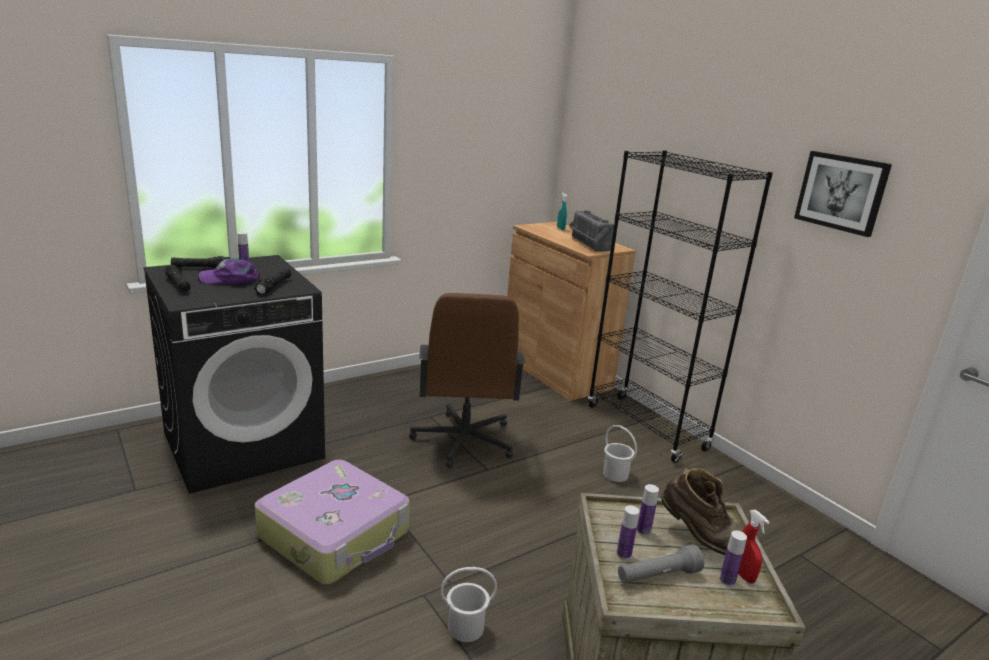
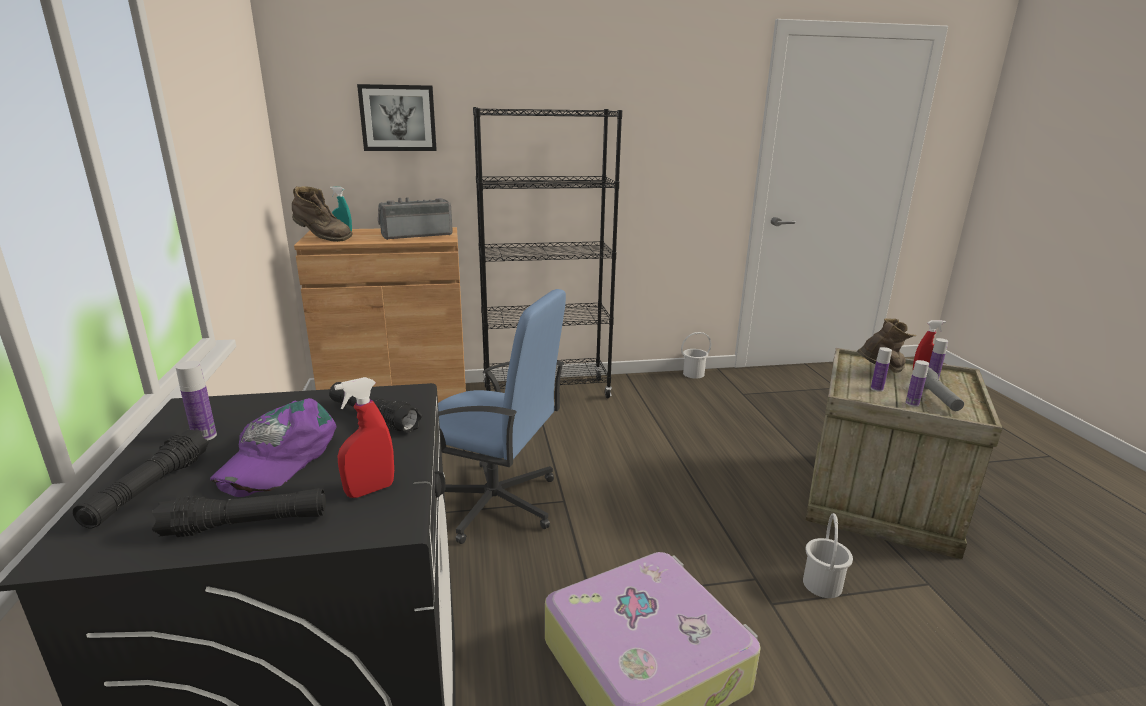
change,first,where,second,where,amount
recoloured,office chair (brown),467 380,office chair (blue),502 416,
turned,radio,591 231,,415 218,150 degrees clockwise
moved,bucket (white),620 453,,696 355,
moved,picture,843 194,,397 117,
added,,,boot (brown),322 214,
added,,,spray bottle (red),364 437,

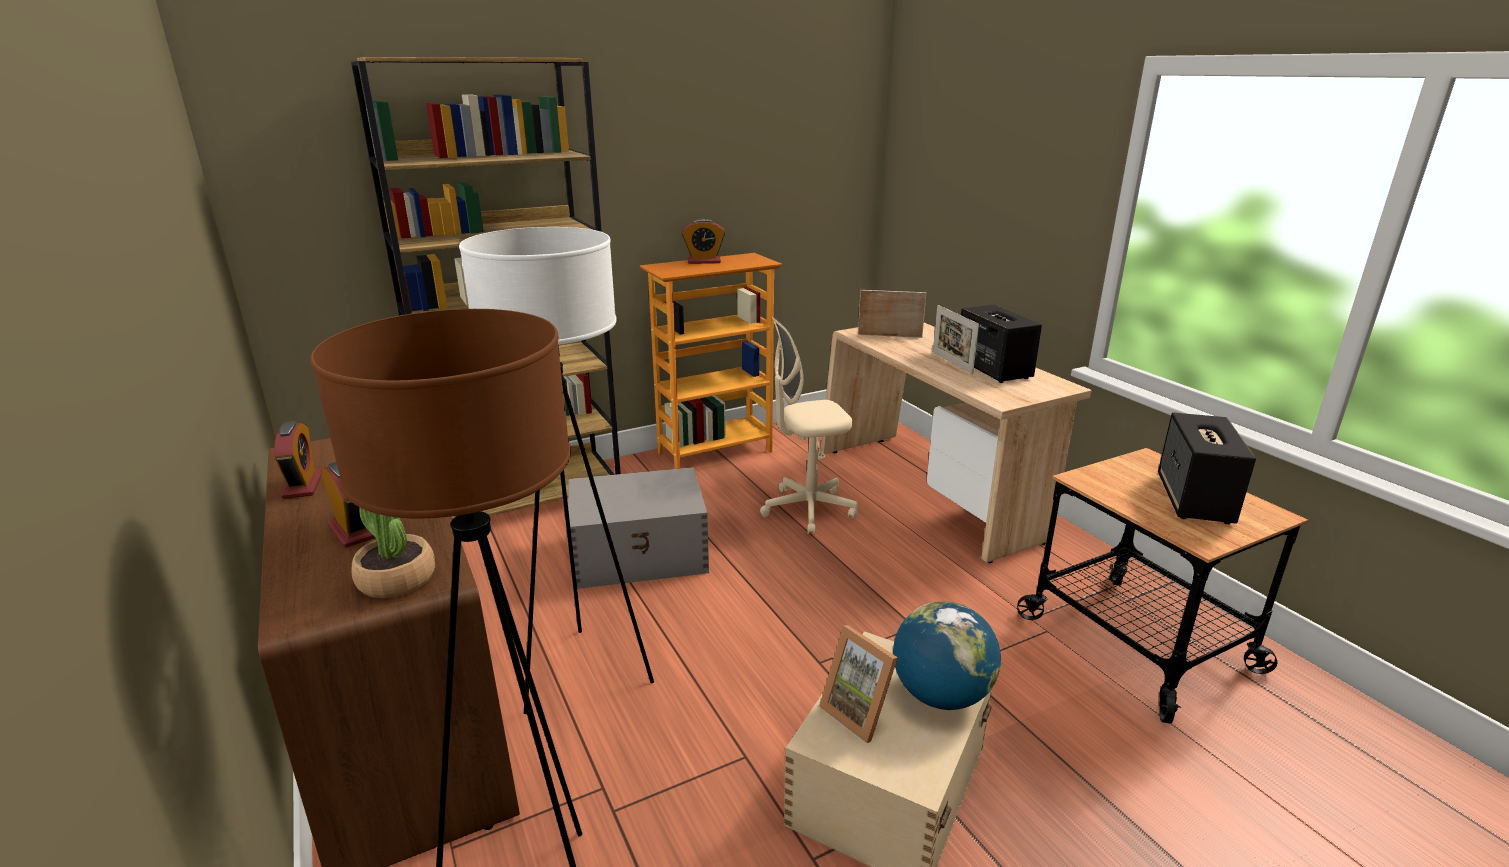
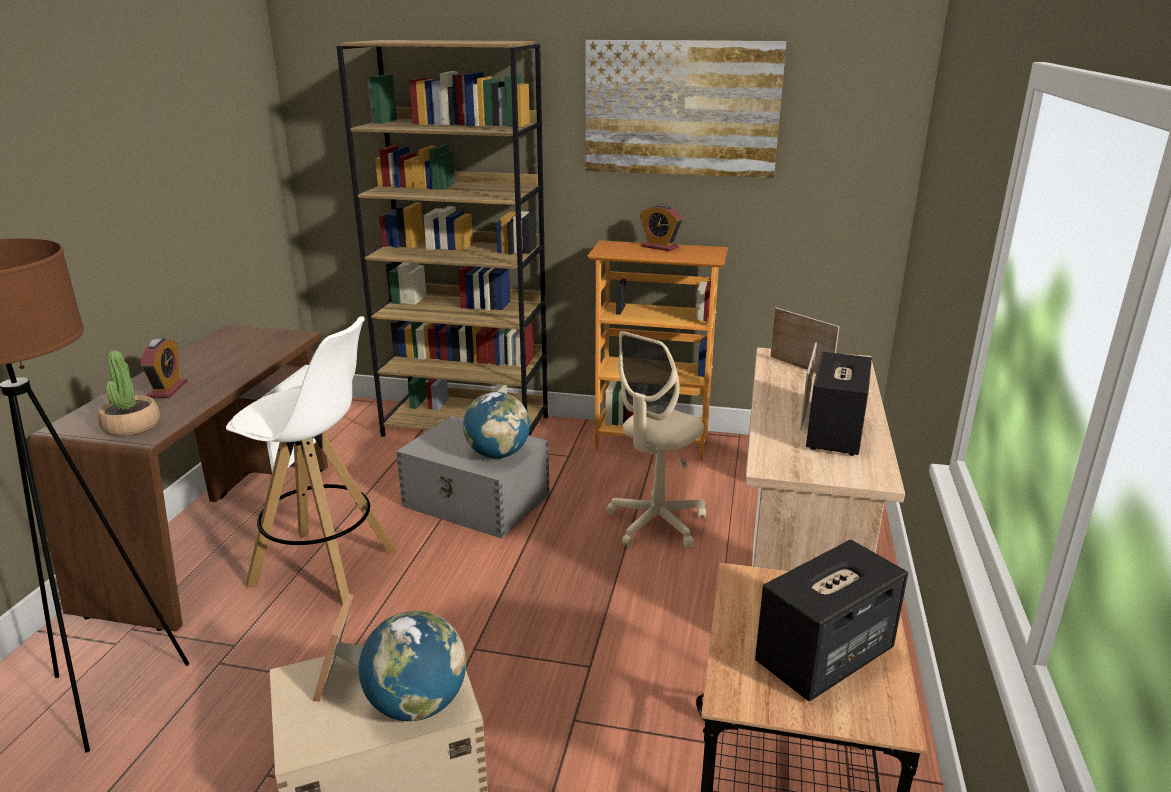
change,first,where,second,where,amount
removed,alarm clock,298 460,,,
replaced,floor lamp (white),556 470,stool (white),311 461,
turned,office chair (beige),809 425,,656 439,75 degrees counterclockwise
added,,,globe,496 425,
added,,,picture,686 109,

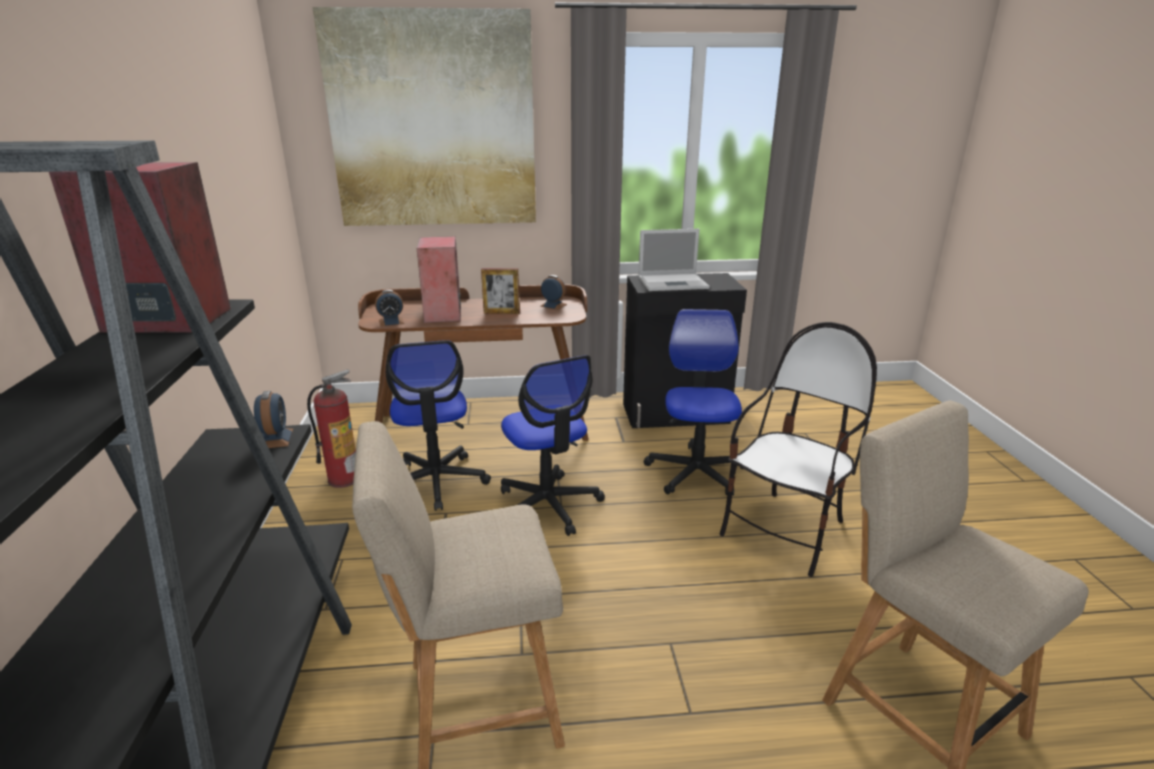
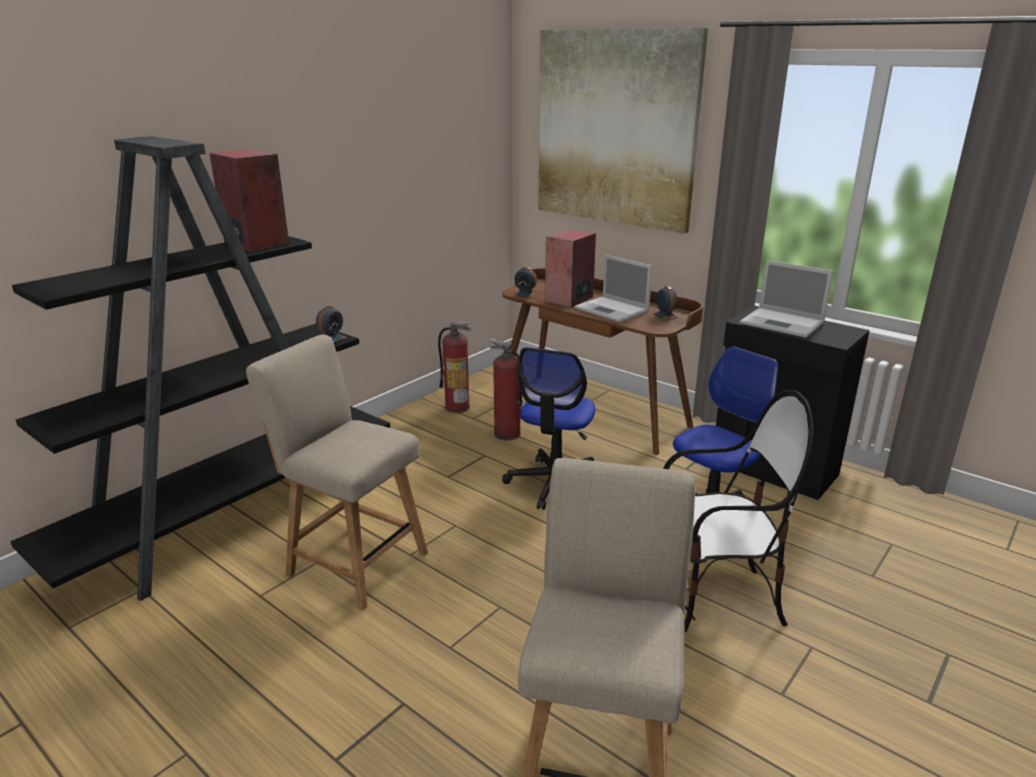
change,first,where,second,where,amount
replaced,office chair,438 425,fire extinguisher,506 389,
replaced,picture frame,500 291,laptop,613 288,

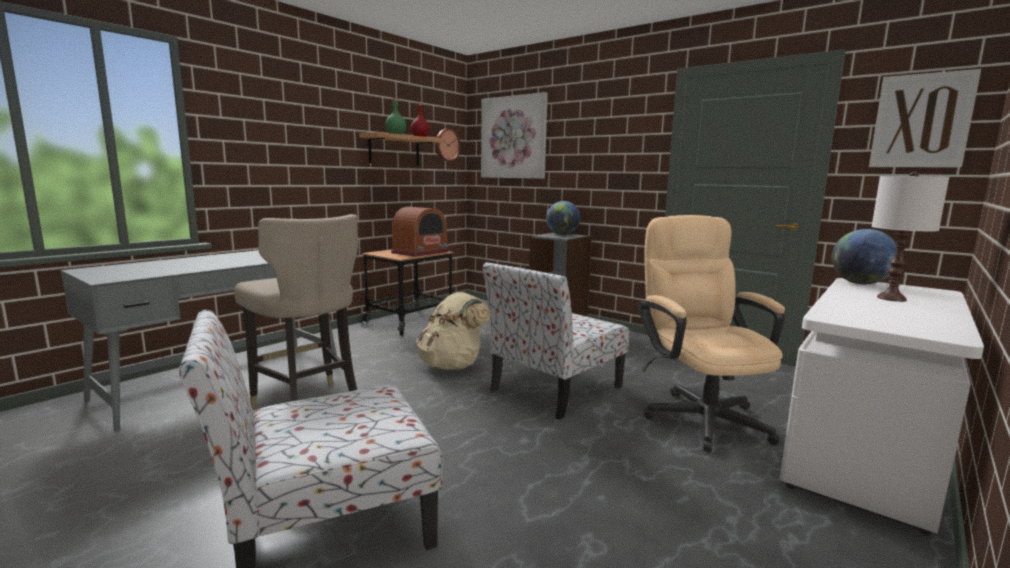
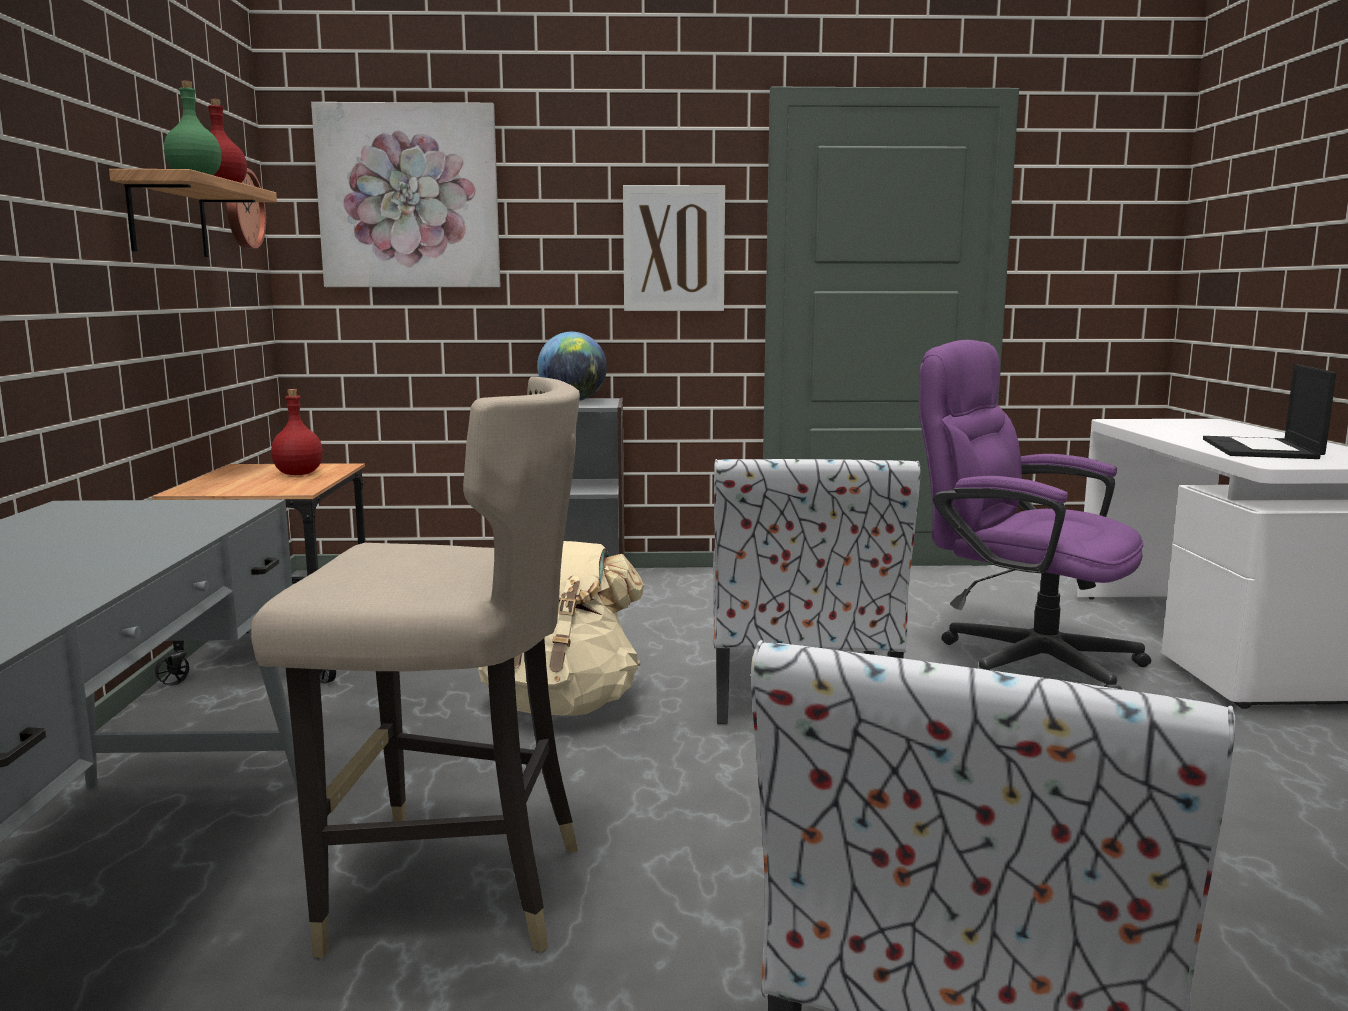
change,first,where,second,where,amount
replaced,radio,419 232,bottle (red),297 432,
recoloured,office chair (beige),711 333,office chair (purple),1035 514,
removed,globe,864 256,,,
moved,picture,925 118,,674 248,
removed,table lamp (white),910 236,,,
added,,,laptop,1269 411,

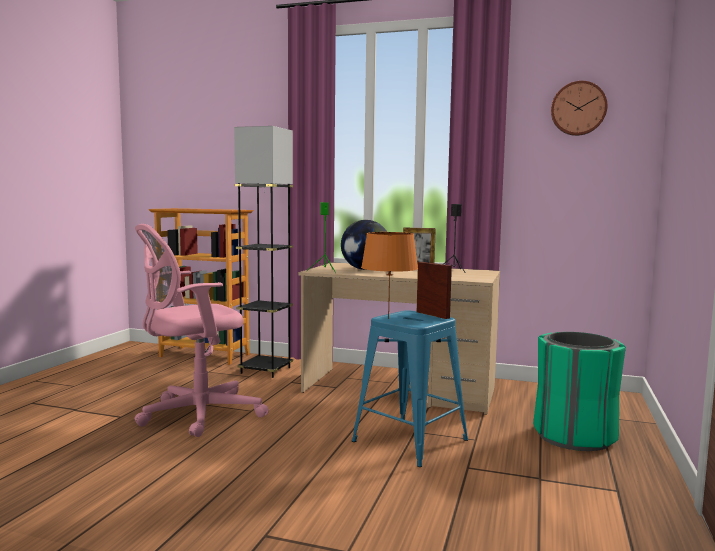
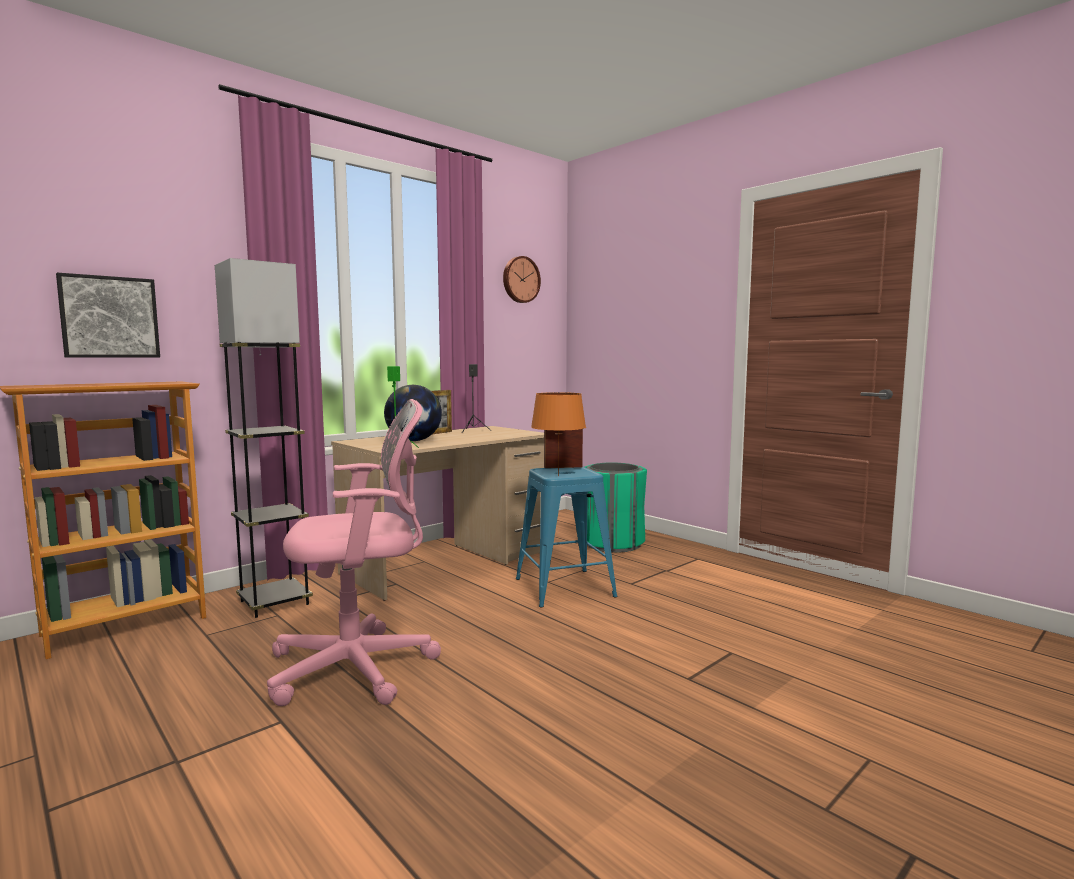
change,first,where,second,where,amount
turned,office chair (pink),201 330,,354 552,105 degrees counterclockwise
added,,,picture,108 315,

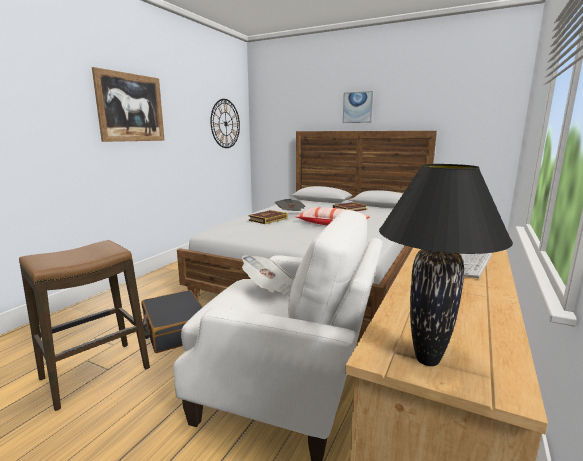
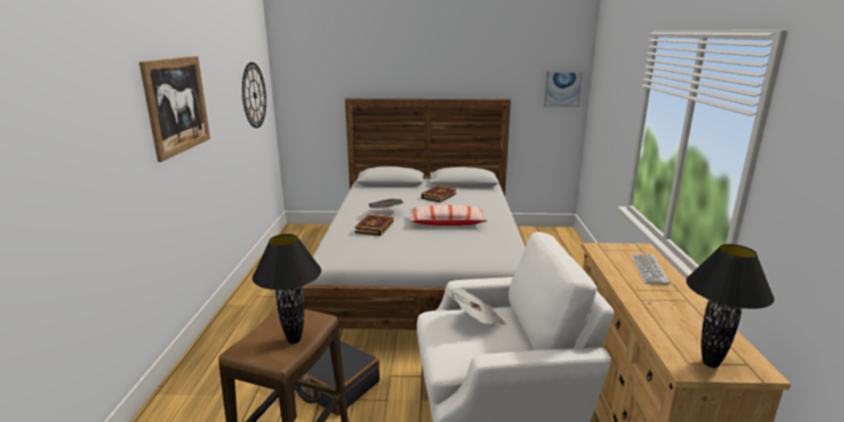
change,first,where,second,where,amount
moved,picture,358 107,,563 89,
added,,,table lamp (black),286 289,

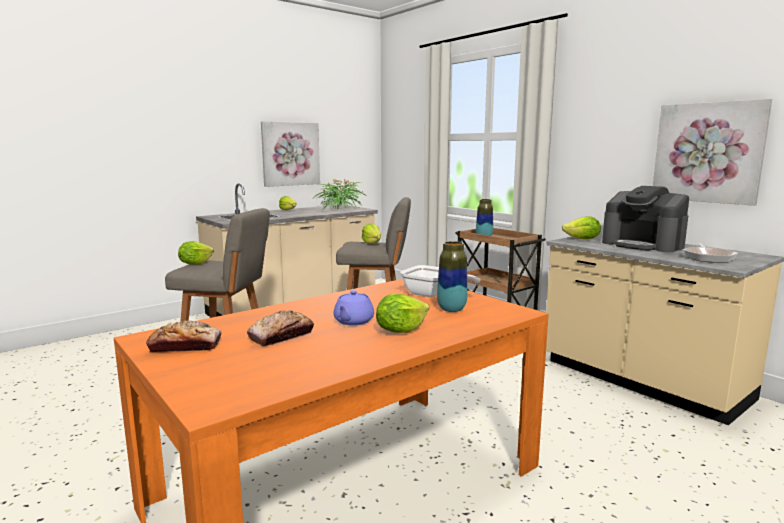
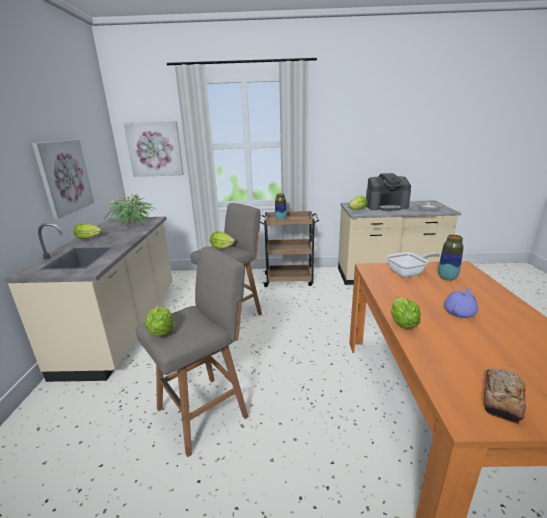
change,first,where,second,where,amount
removed,bread,280 328,,,
turned,teapot (purple),354 308,,461 302,105 degrees counterclockwise
moved,lettuce,402 313,,406 313,
moved,picture,712 152,,154 149,

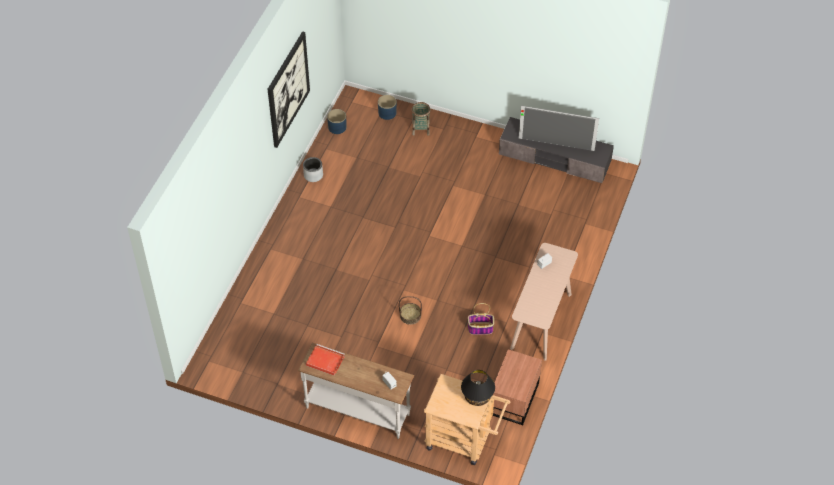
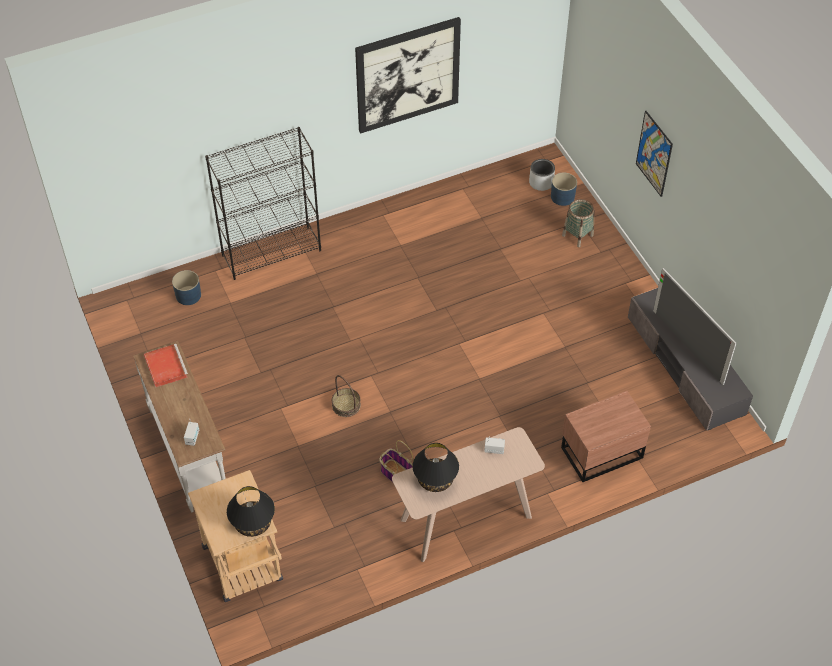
change,first,where,second,where,amount
moved,planter (grey),313 169,,542 175,
moved,planter (blue),336 121,,186 287,
moved,nightstand (brown),517 387,,606 436,
added,,,bookcase (black),263 203,
added,,,table lamp (black),436 467,
added,,,picture,654 154,

